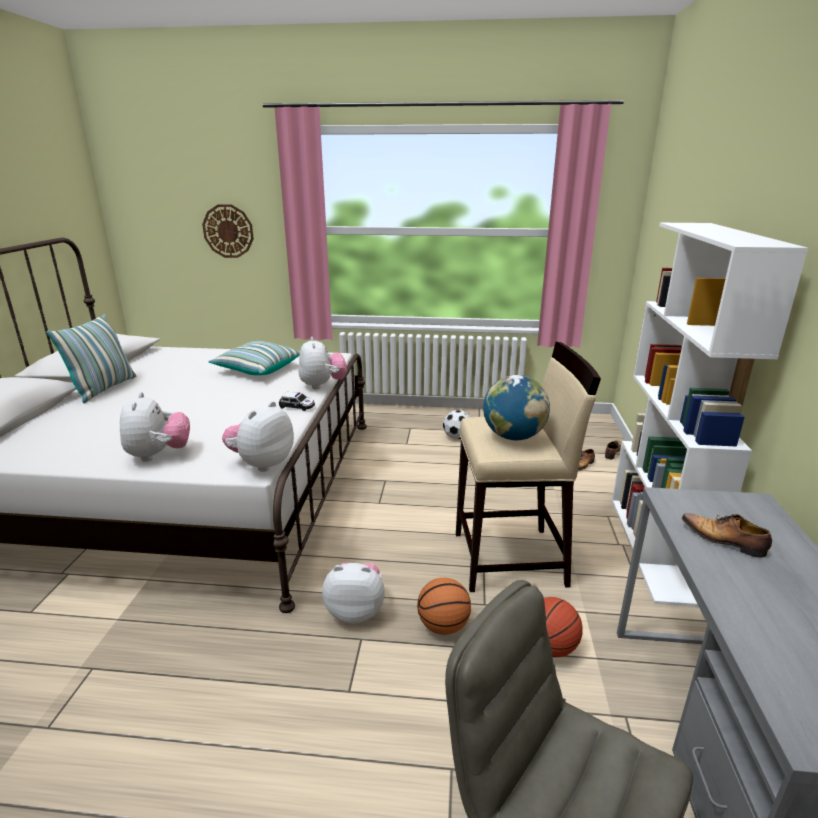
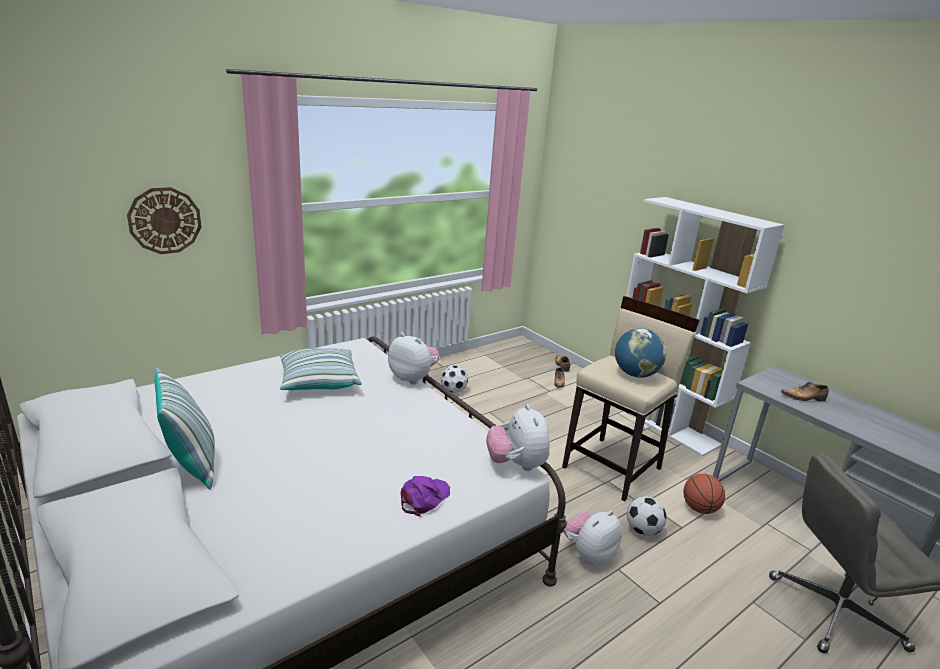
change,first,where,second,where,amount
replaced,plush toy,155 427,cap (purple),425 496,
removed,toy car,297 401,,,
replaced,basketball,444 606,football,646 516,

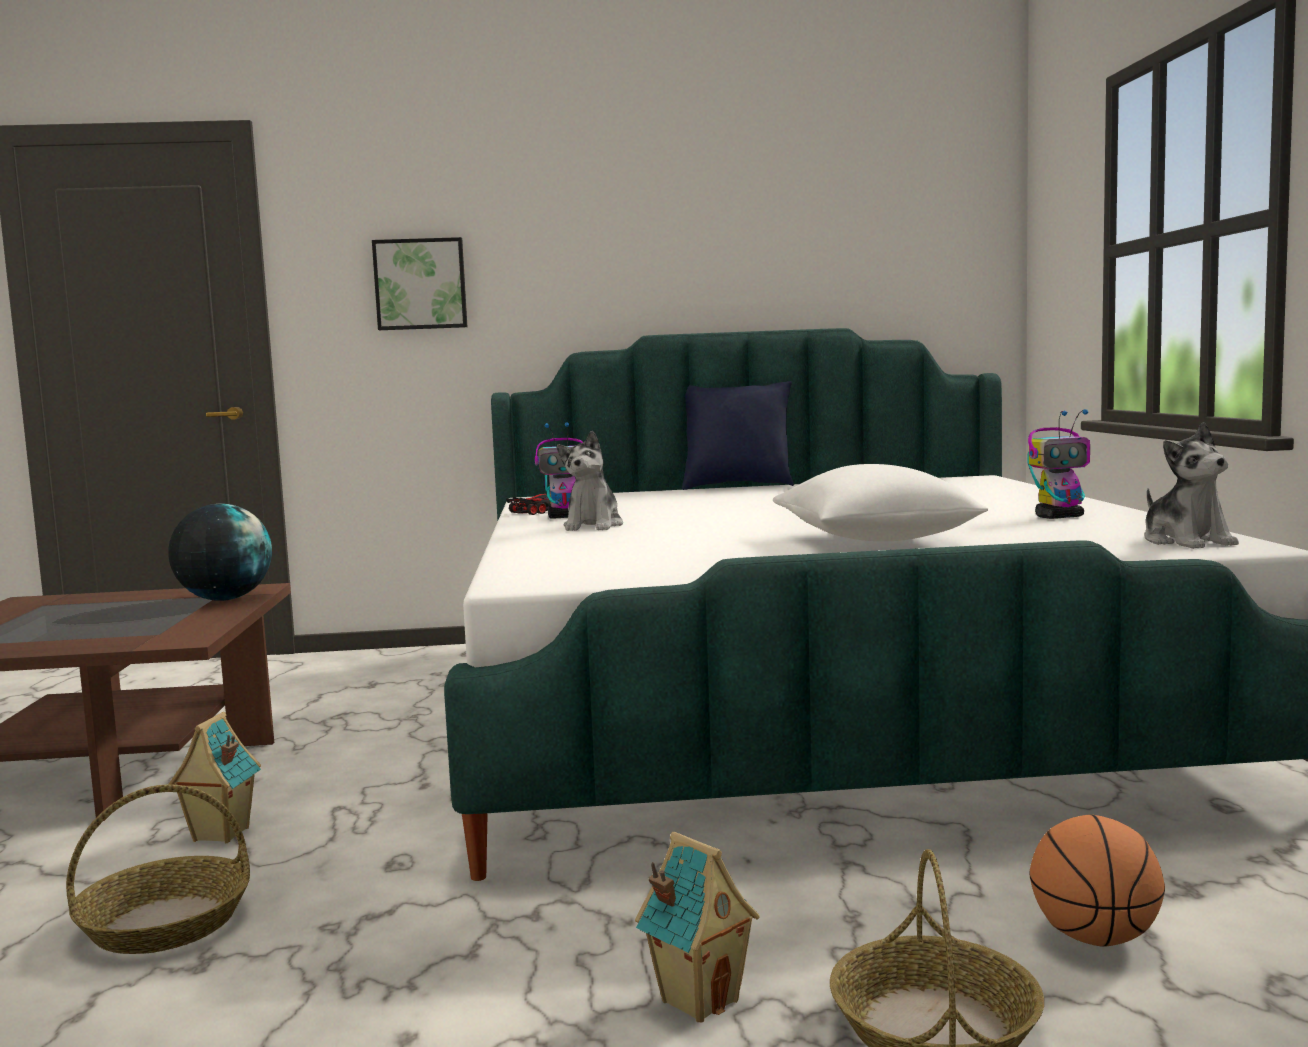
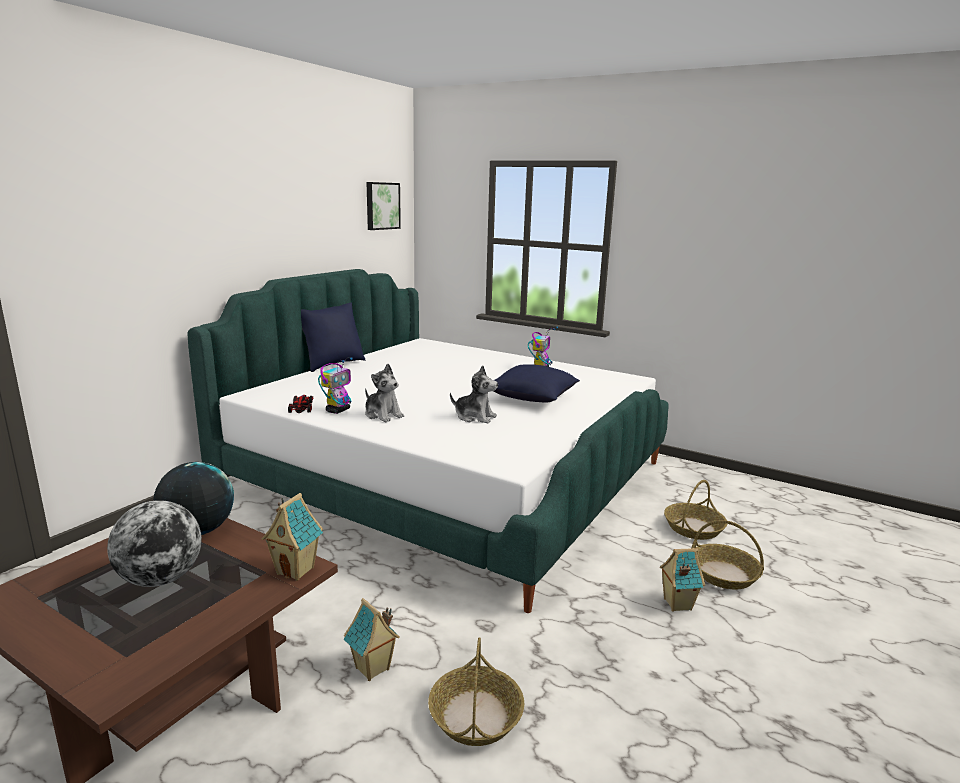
change,first,where,second,where,amount
moved,picture,420 283,,383 206,
recoloured,pillow (white),880 502,pillow (blue),536 383,
replaced,basketball,1097 881,basket,695 510,
moved,plush toy,1192 485,,474 394,
added,,,globe,154 543,
added,,,toy house,292 537,

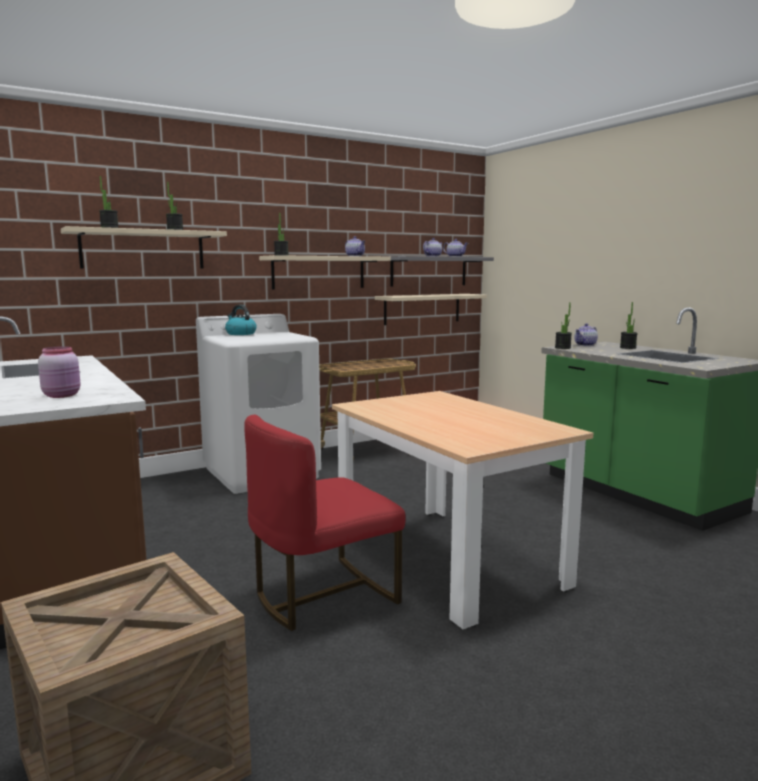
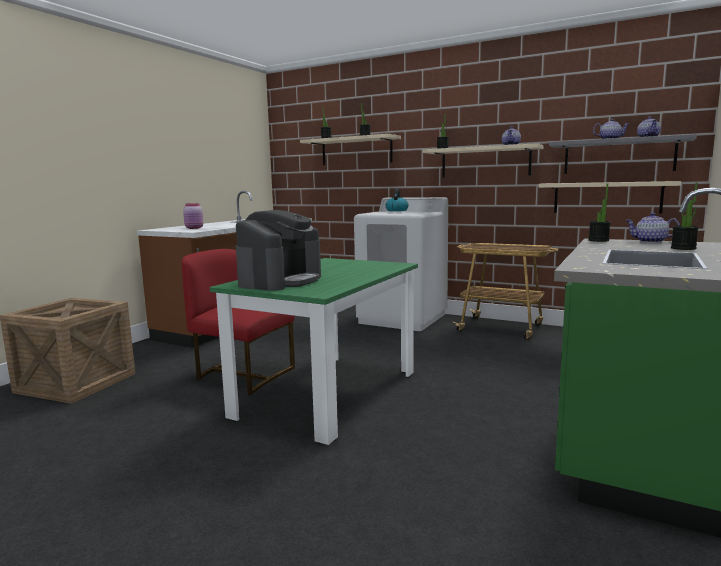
change,first,where,second,where,amount
recoloured,dining table (beige),462 510,dining table (green),314 351,
added,,,coffee machine,278 250,

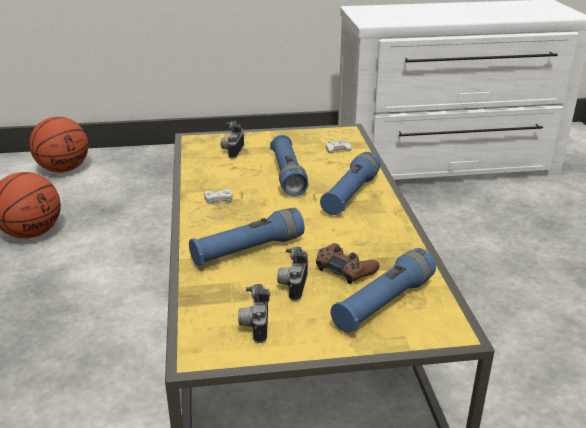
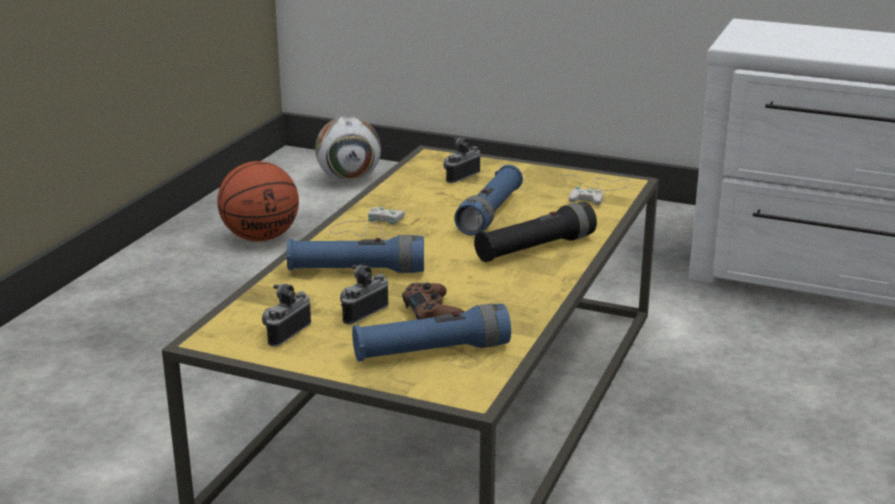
change,first,where,second,where,amount
replaced,basketball,58 145,football,348 149,
recoloured,flashlight (blue),350 183,flashlight (black),535 232,

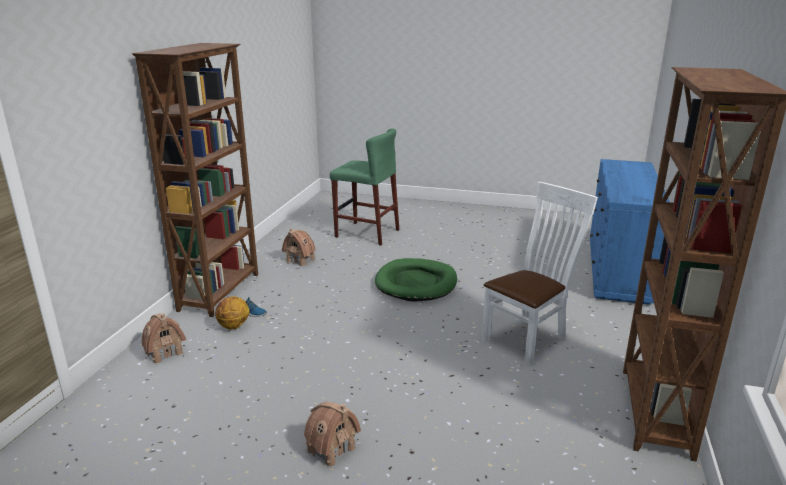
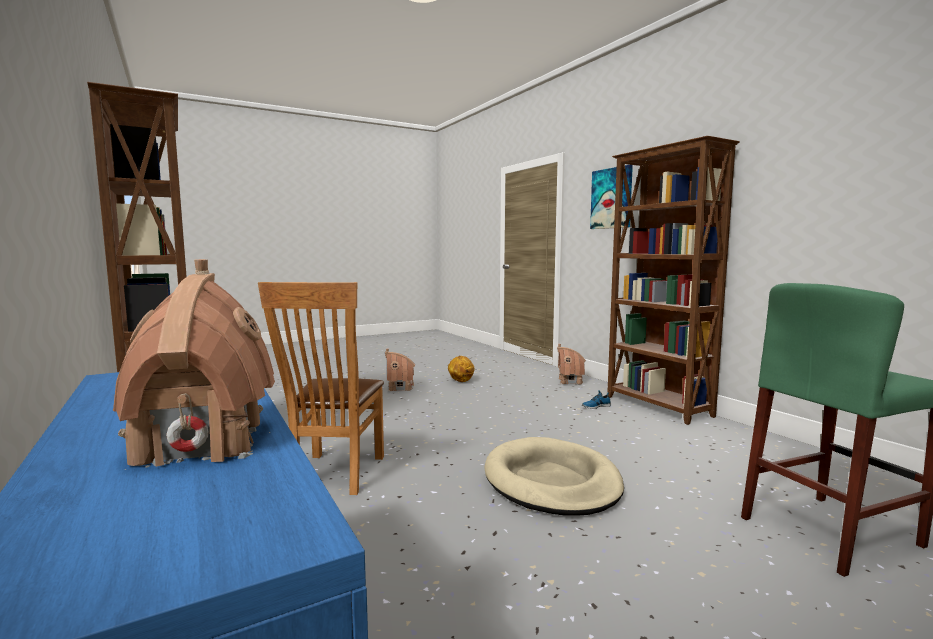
change,first,where,second,where,amount
moved,basketball,232 312,,461 369,
moved,toy house,299 247,,194 364,
recoloured,dog bed (green),416 280,dog bed (beige),554 476,
recoloured,chair (white),540 273,chair (brown),321 388,
added,,,picture,611 197,

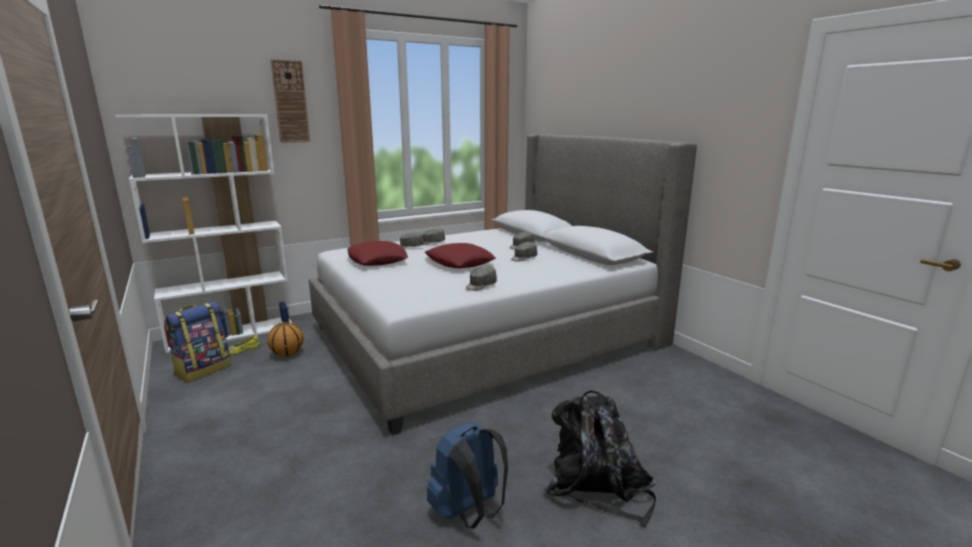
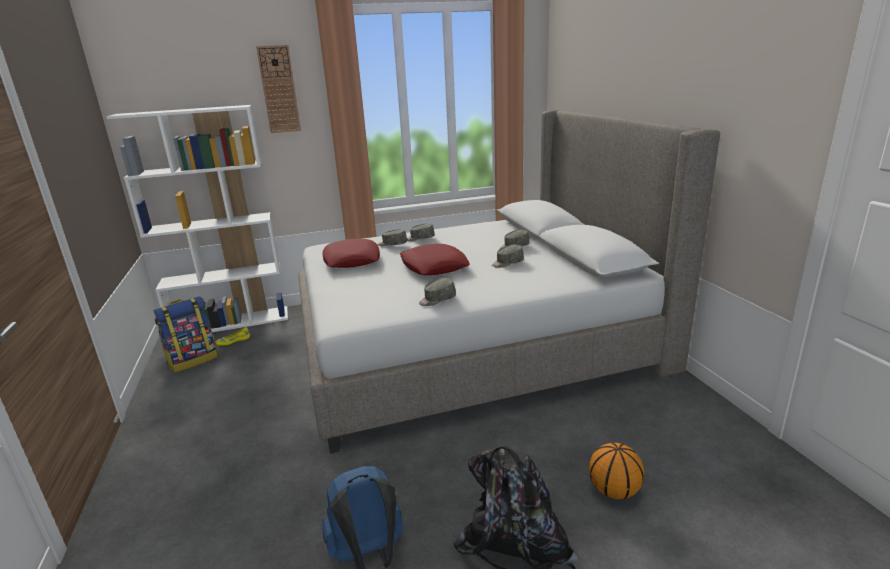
change,first,where,second,where,amount
moved,basketball,285 339,,617 471,

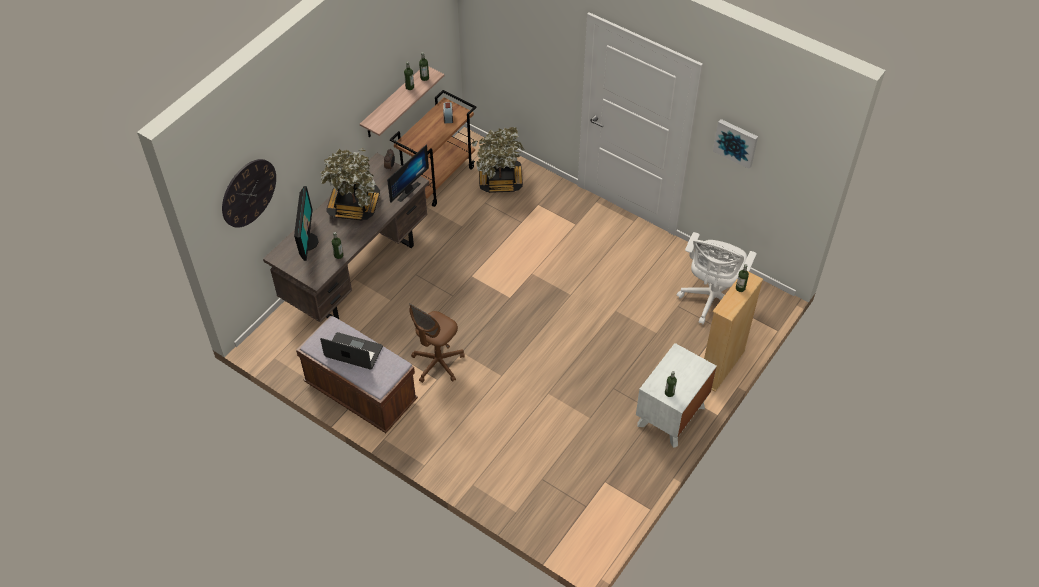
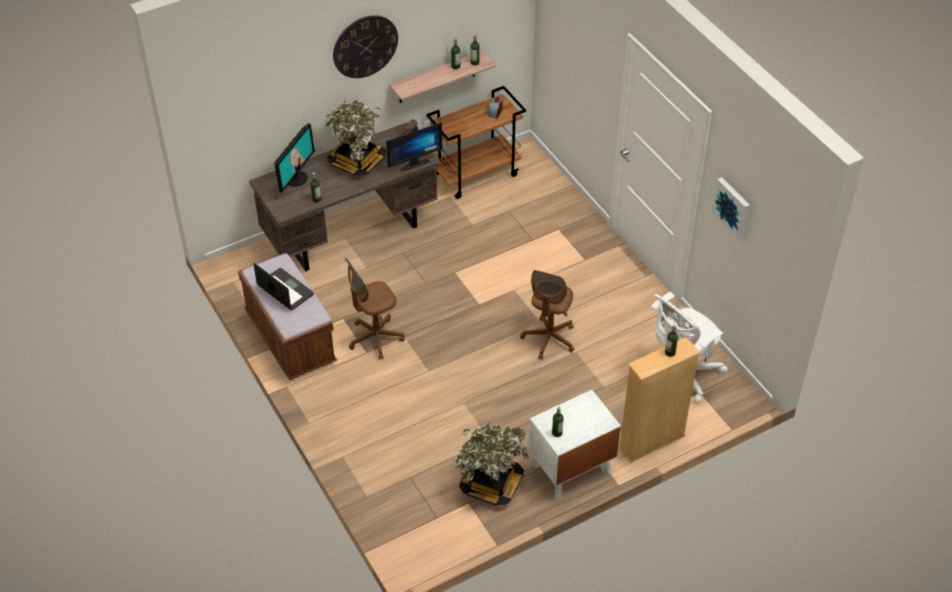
change,first,where,second,where,amount
moved,wall clock,249 193,,365 46,
moved,potted plant,498 160,,492 464,
added,,,office chair (brown),547 315,

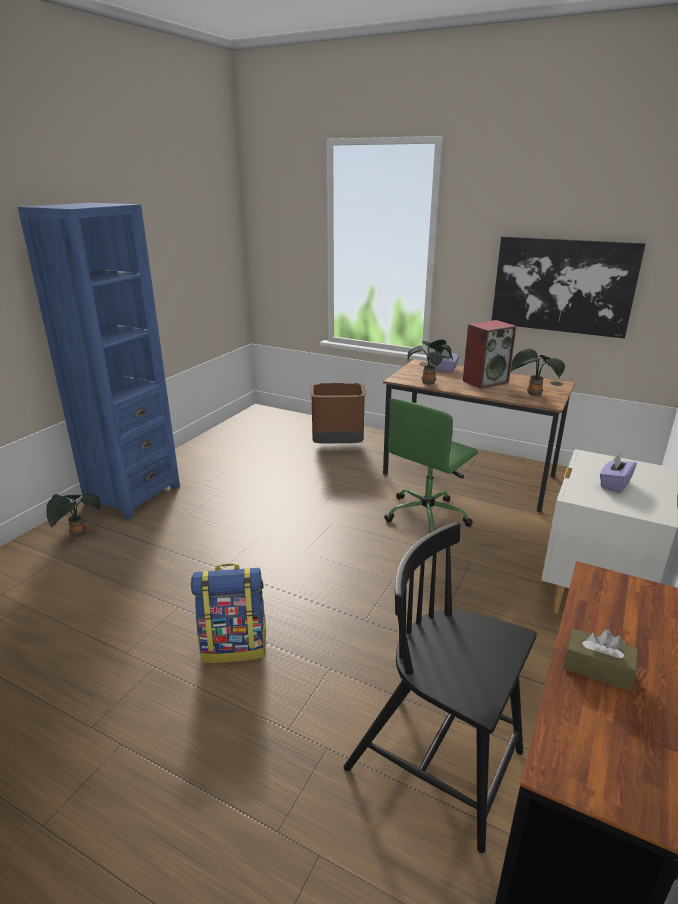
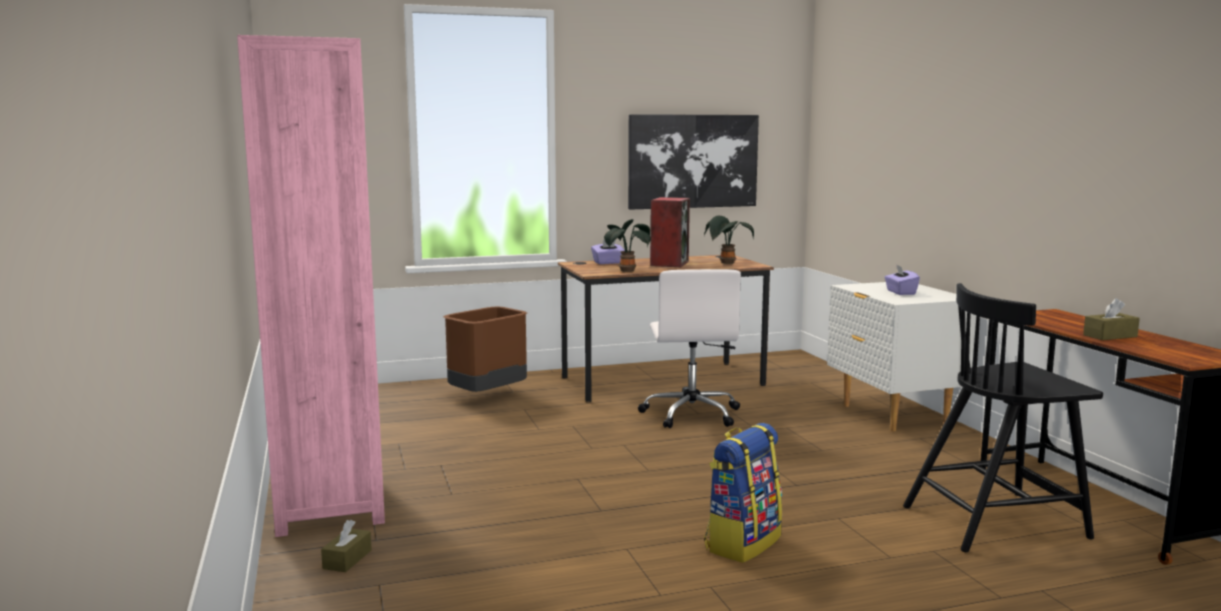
change,first,where,second,where,amount
recoloured,bookcase (blue),99 361,bookcase (pink),311 286,
replaced,potted plant,73 515,tissue box (brown),346 546,
recoloured,office chair (green),431 466,office chair (white),689 348,

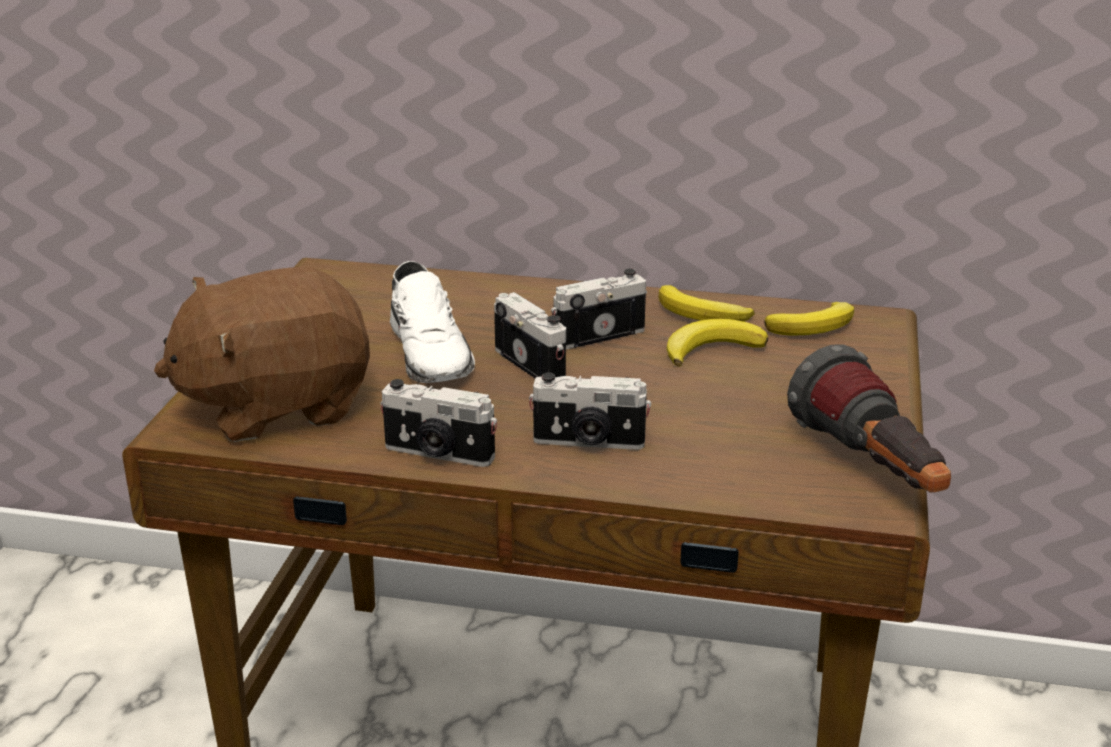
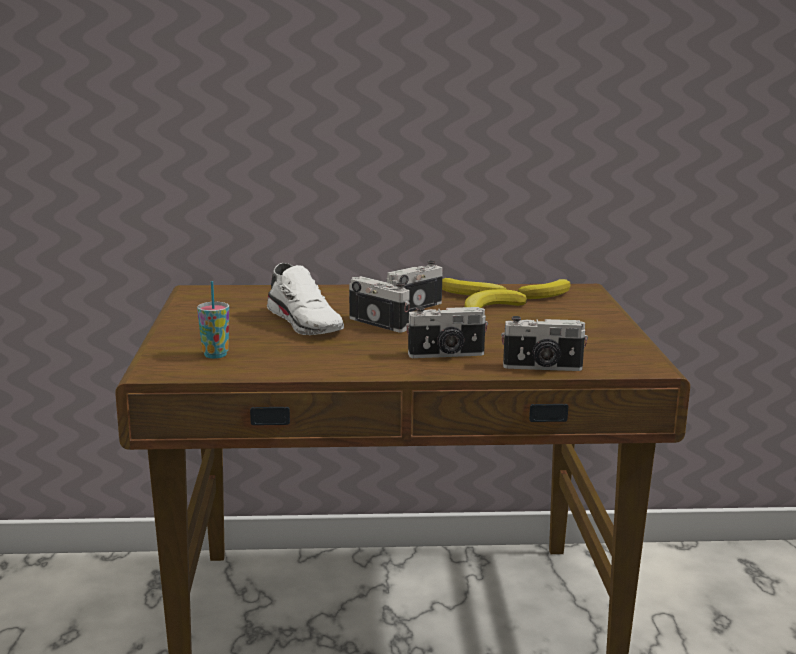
change,first,where,second,where,amount
replaced,plush toy (brown),262 354,cup,213 320,
moved,photo camera,438 423,,544 343,
removed,flashlight,869 418,,,

